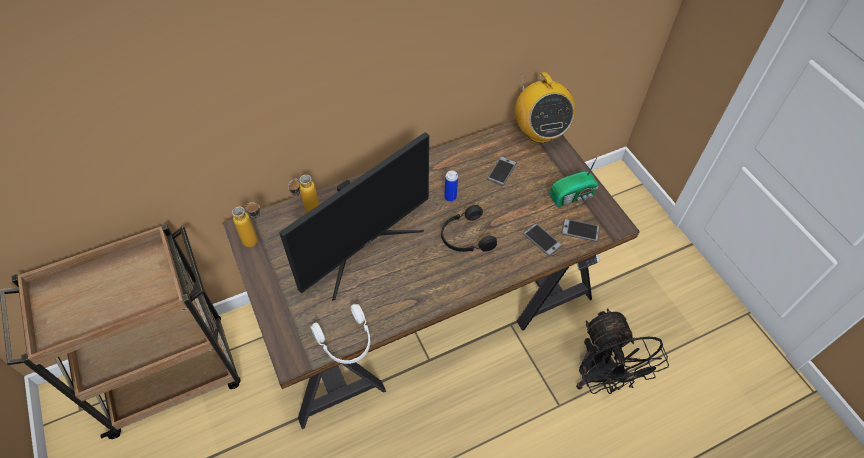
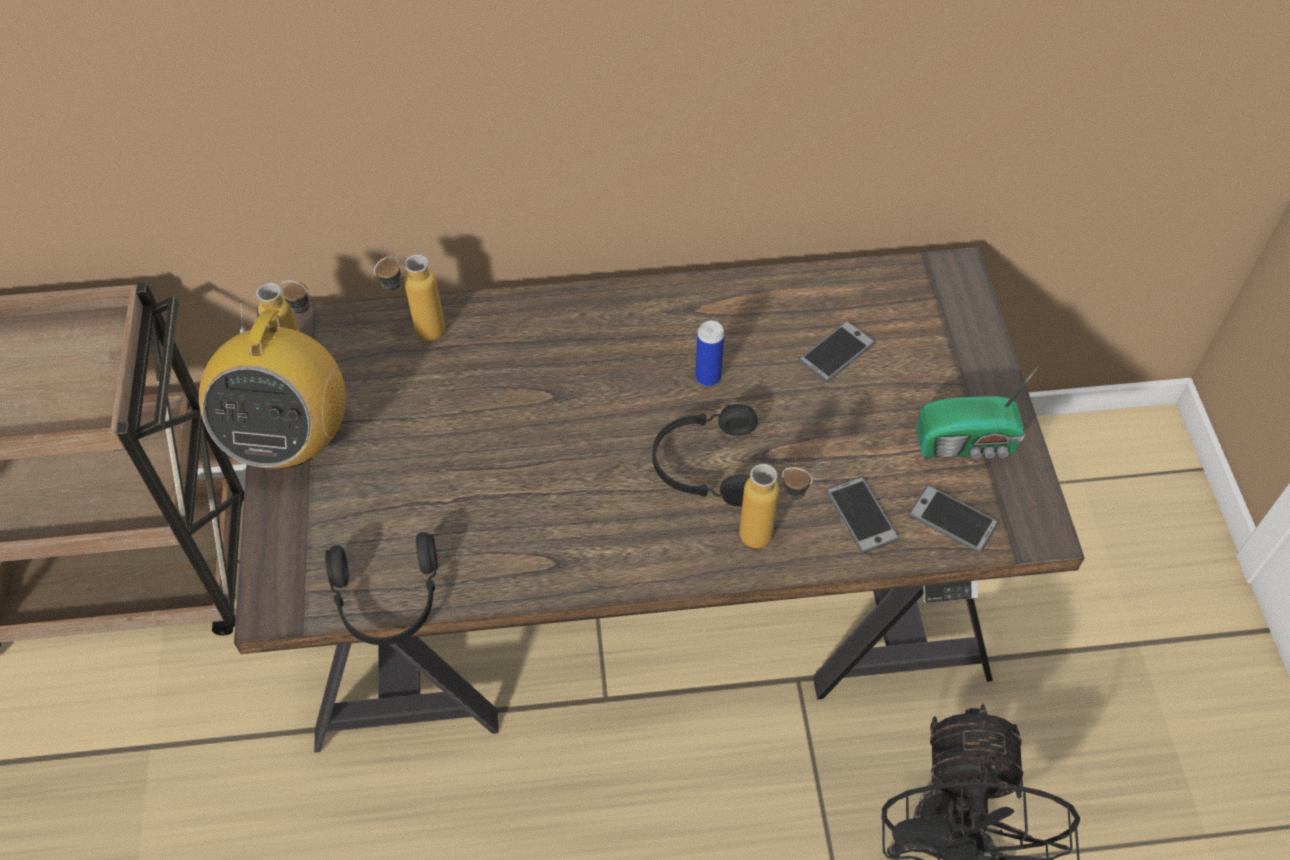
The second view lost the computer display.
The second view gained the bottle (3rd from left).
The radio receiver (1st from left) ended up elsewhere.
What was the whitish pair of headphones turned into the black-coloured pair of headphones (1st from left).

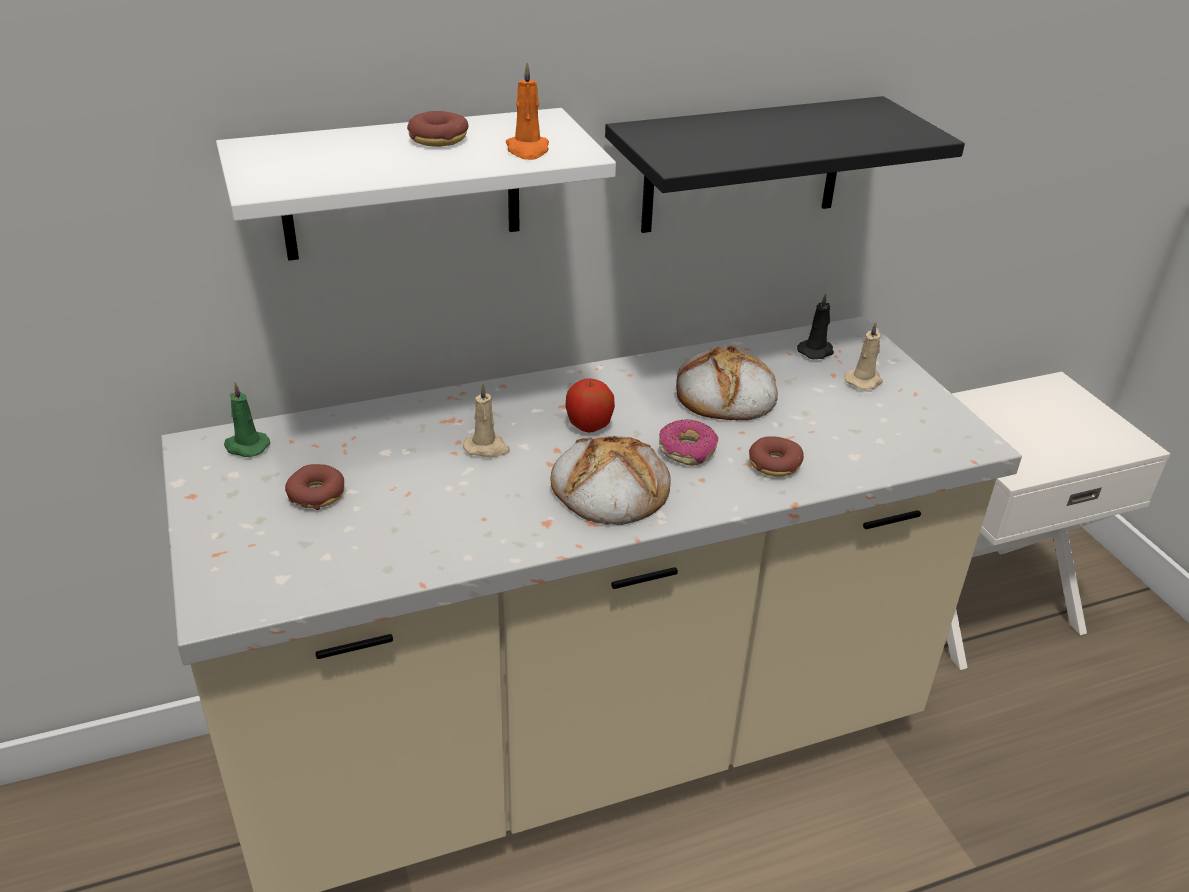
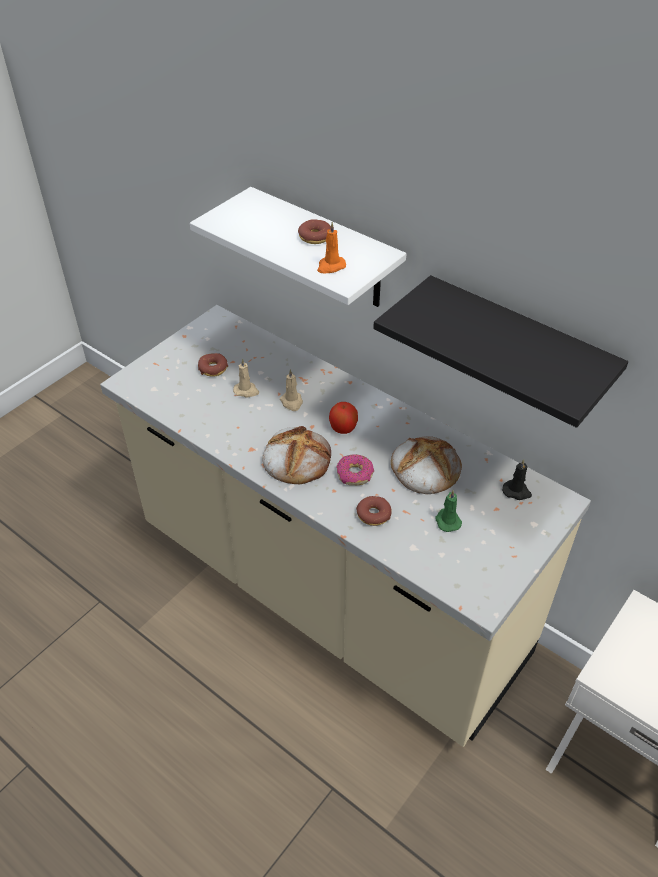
The green-coloured candle ended up elsewhere.
The sand-coloured candle (2nd from left in the first image) ended up elsewhere.

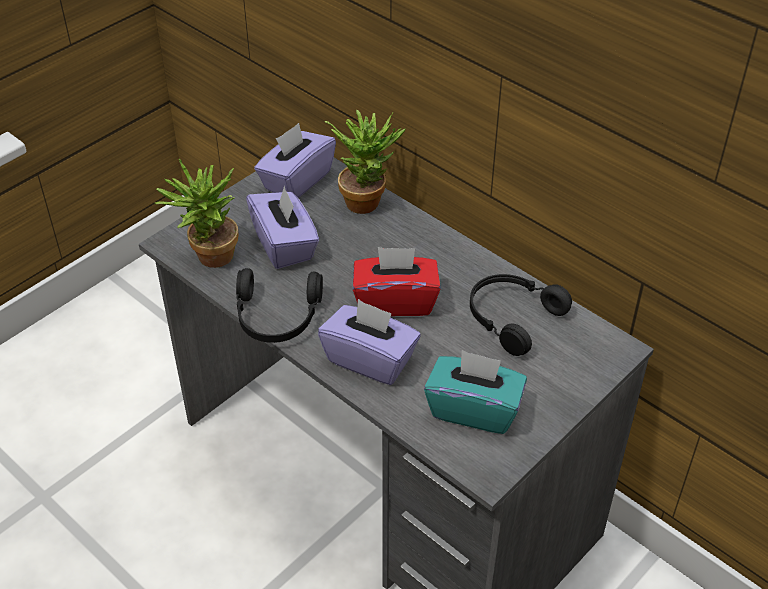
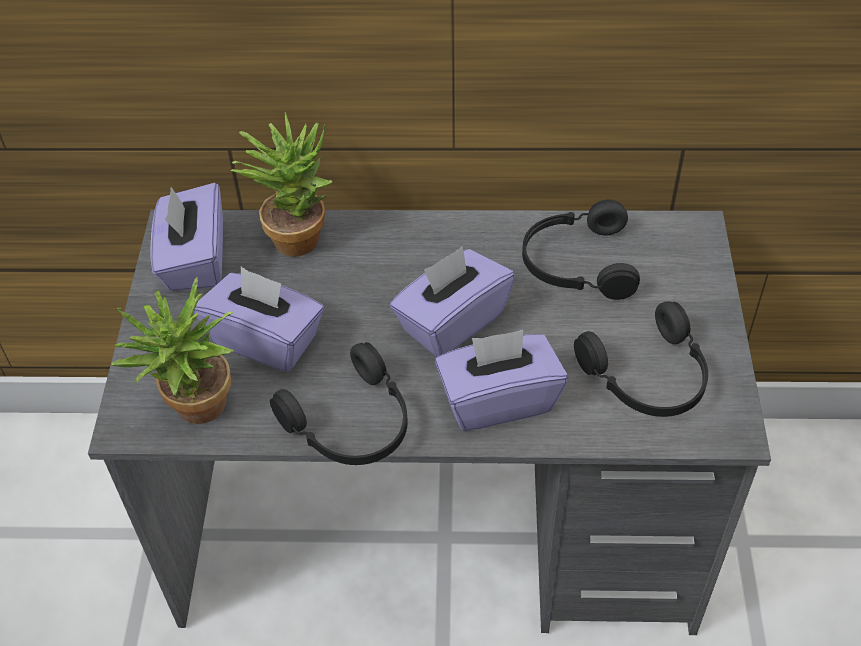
Where the turquoise tissue box stood, the black-coloured pair of headphones (3rd from left) came to stand.
What was the red-coloured tissue box turned into the purple tissue box (3rd from left).

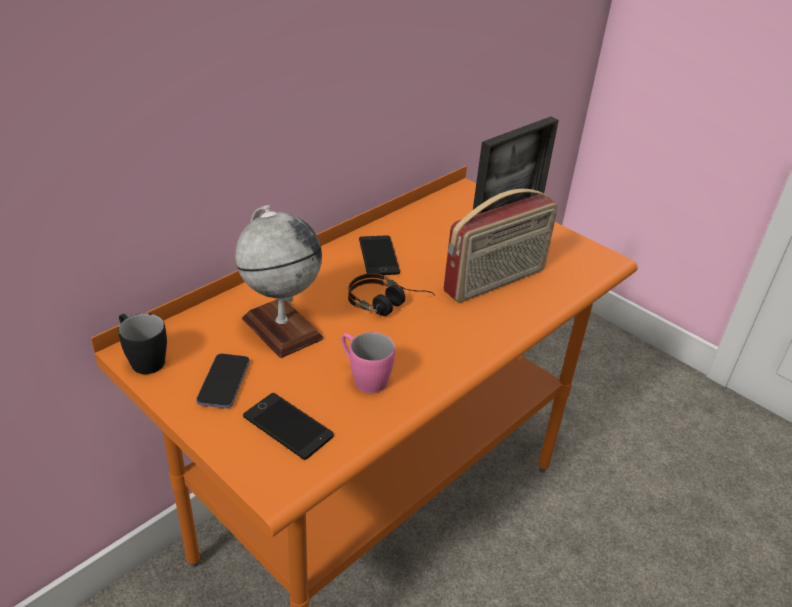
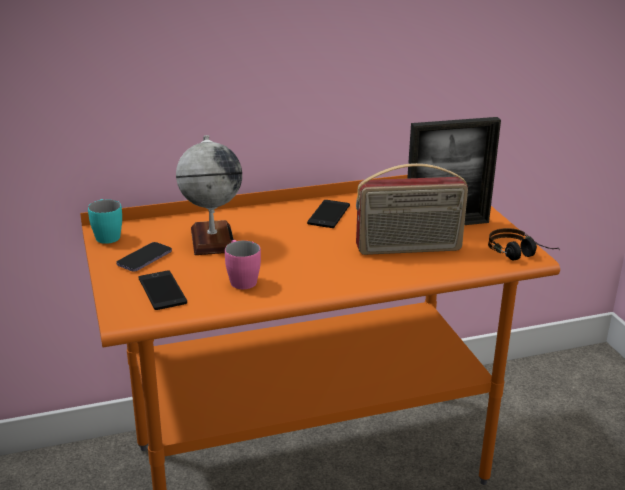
The pair of headphones ended up elsewhere.
What was the black-coloured tea mug turned into the turquoise tea mug.

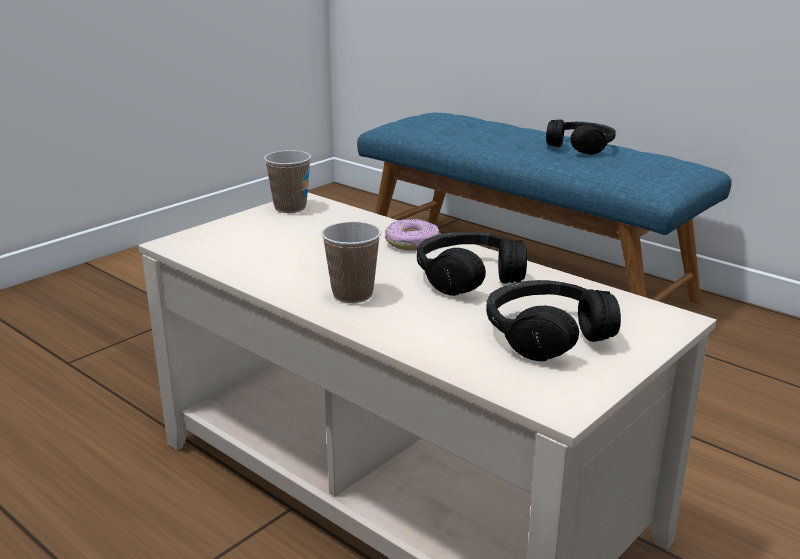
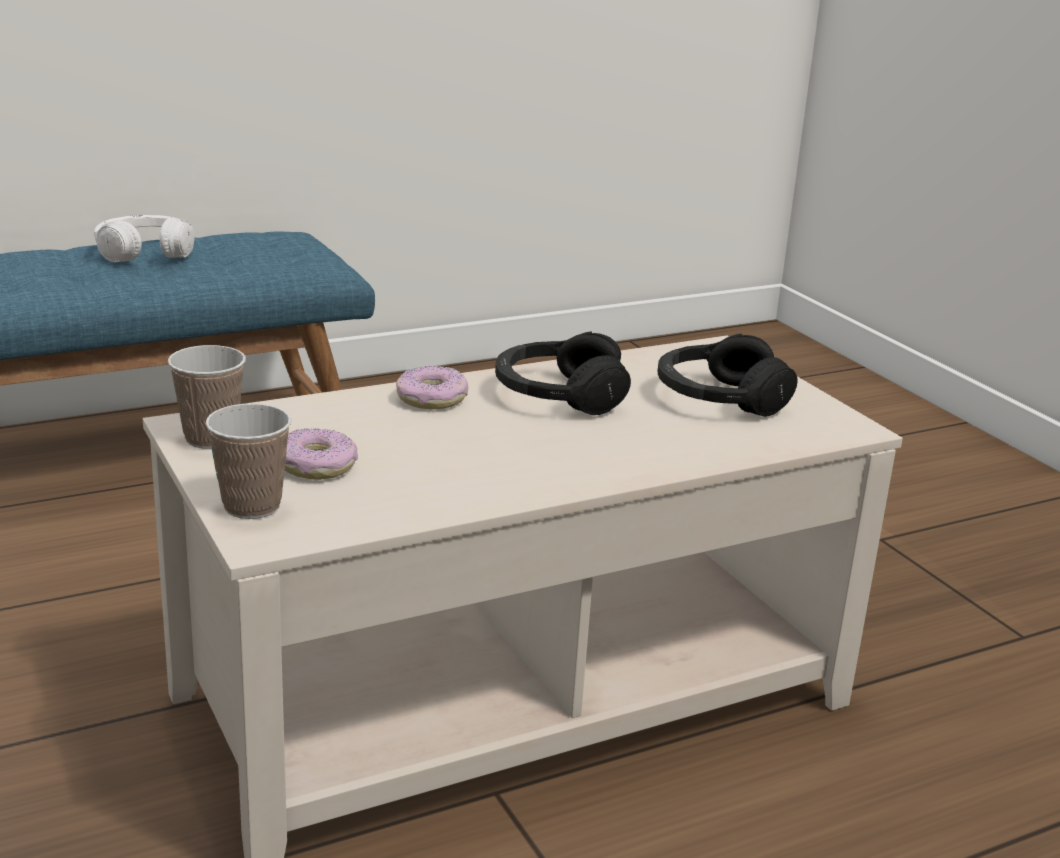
The second view gained the donut (1st from left).
The drinking cup (2nd from left) ended up elsewhere.
What was the black-coloured pair of headphones (3rd from left) turned into the whitish pair of headphones.

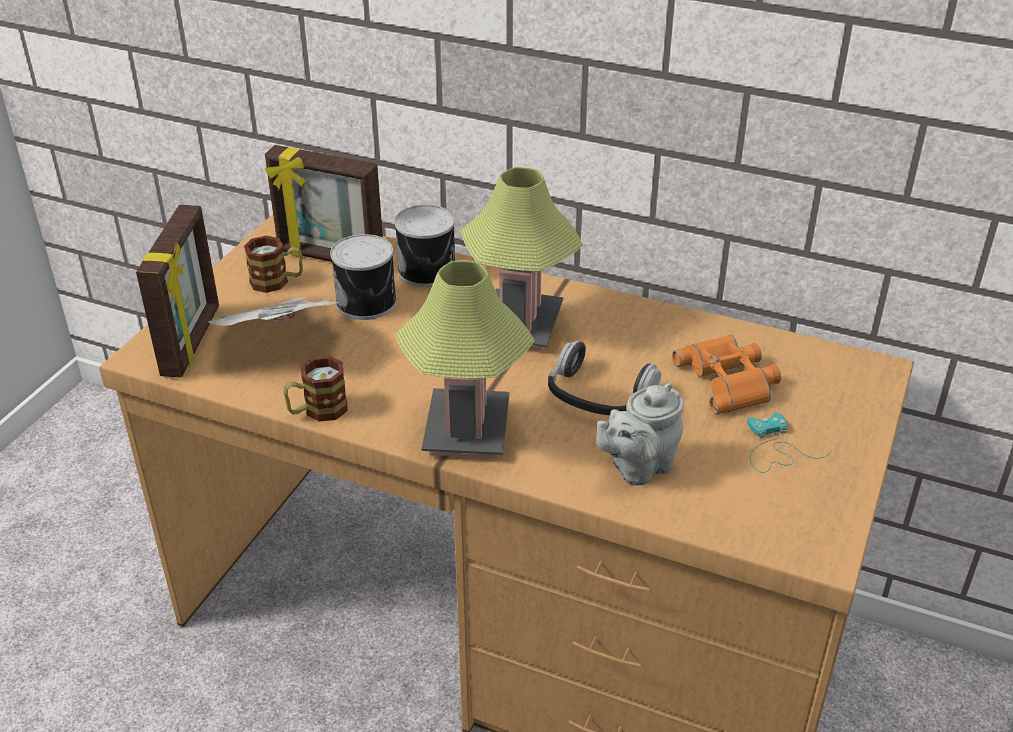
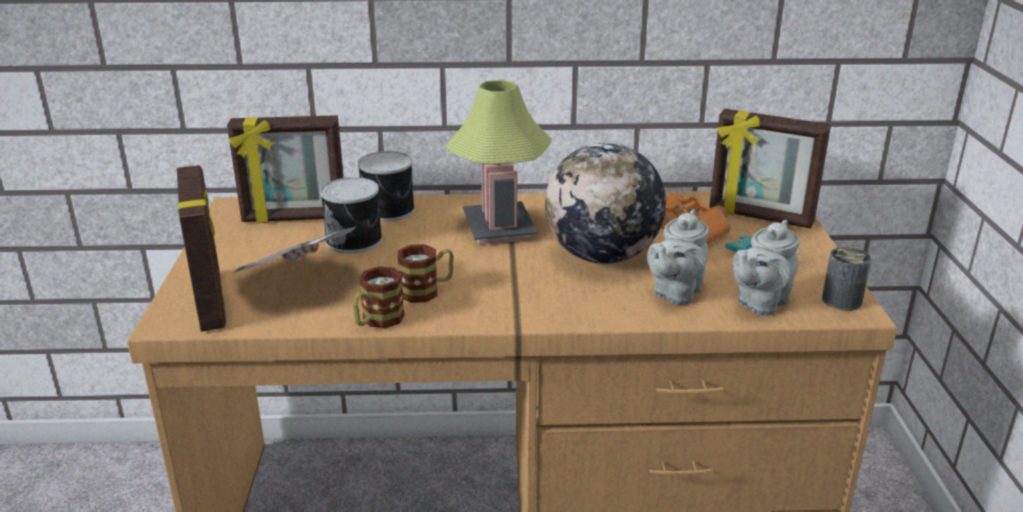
The second view lost the tabletop lamp (1st from left).
The second view gained the standing frame (3rd from left).
The second view gained the gray pot for tea (2nd from left).
The second view gained the sealed can (3rd from left).
The tea mug (1st from left in the first image) ended up elsewhere.
Where the pair of headphones stood, the world globe came to stand.

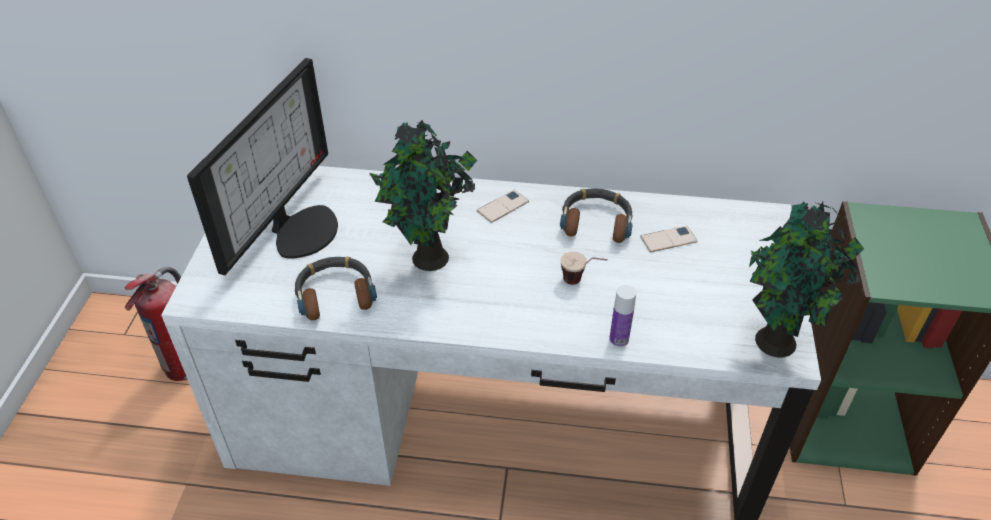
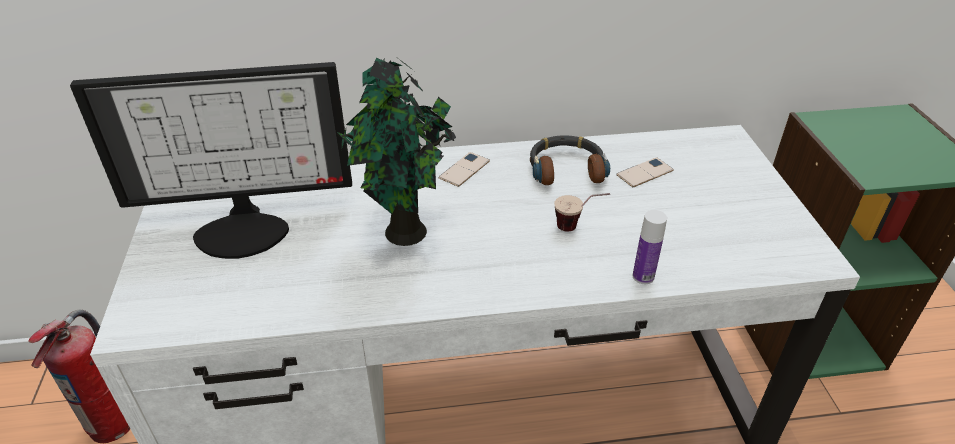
The second view lost the pair of headphones (1st from left).
The second view lost the plant in a pot (2nd from left).
The computer display ended up facing another way, 75 degrees clockwise from before.

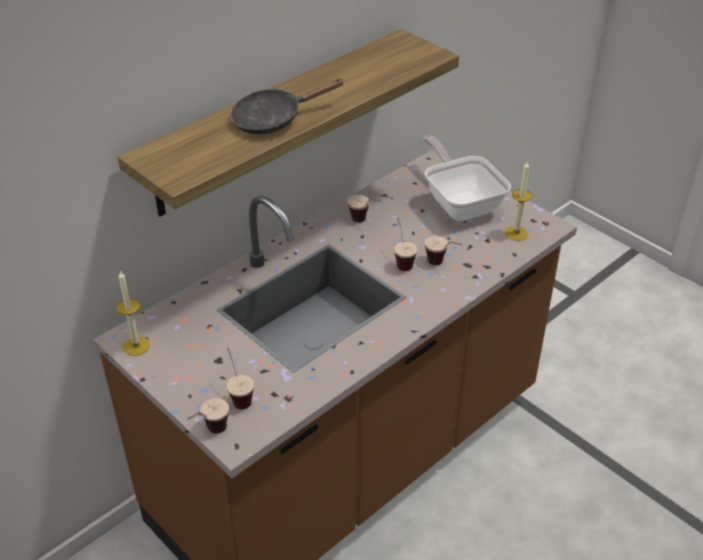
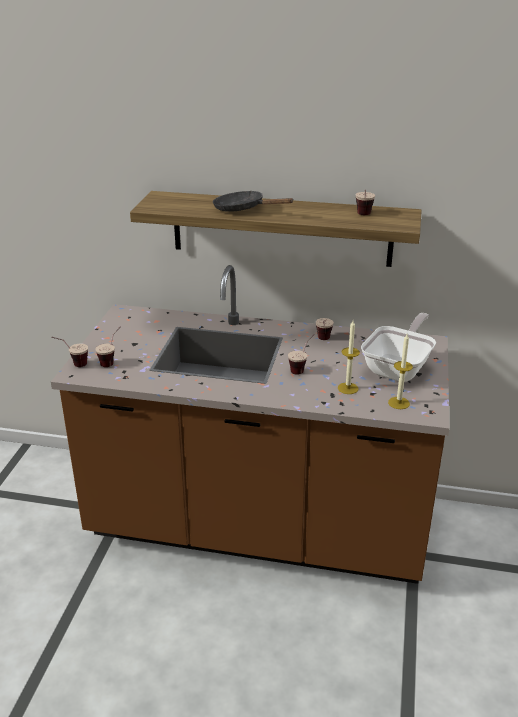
The candle (1st from left) ended up elsewhere.
The drinking cup (5th from left) ended up elsewhere.

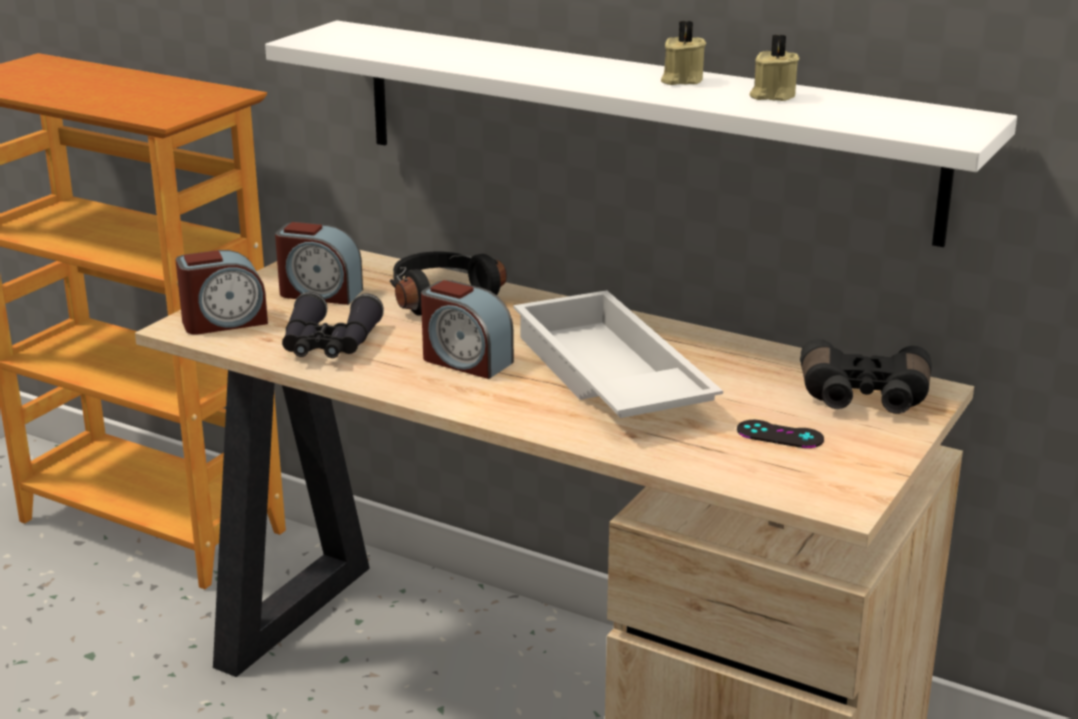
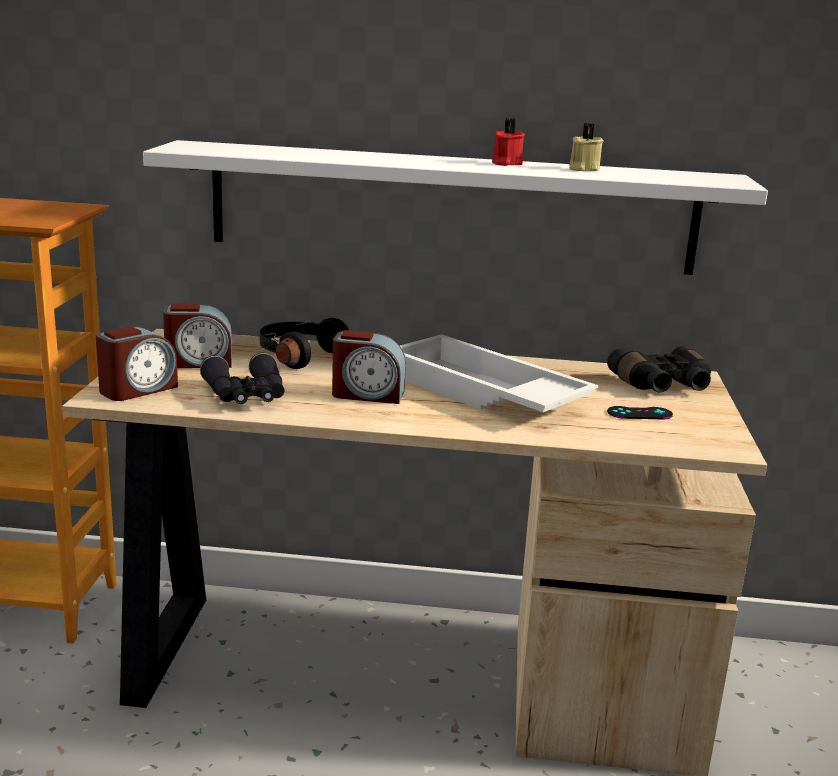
What was the sand-coloured candle (1st from left) turned into the red-coloured candle.

